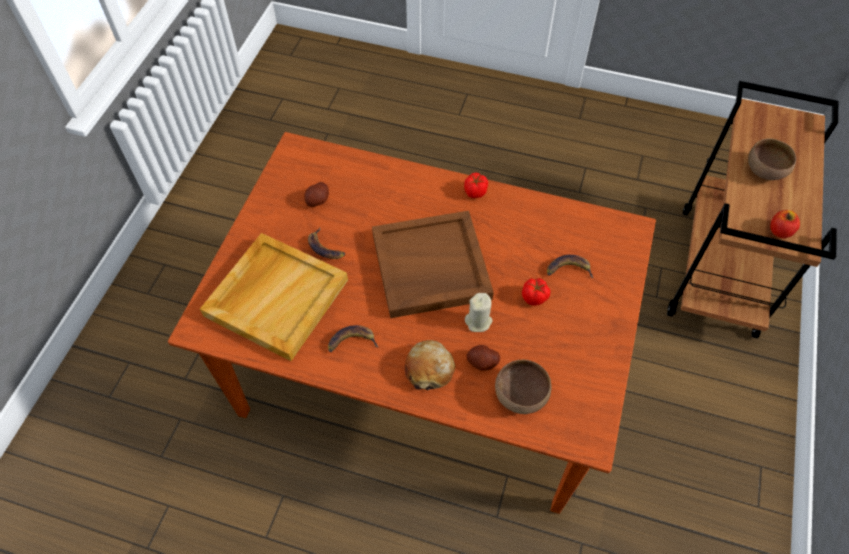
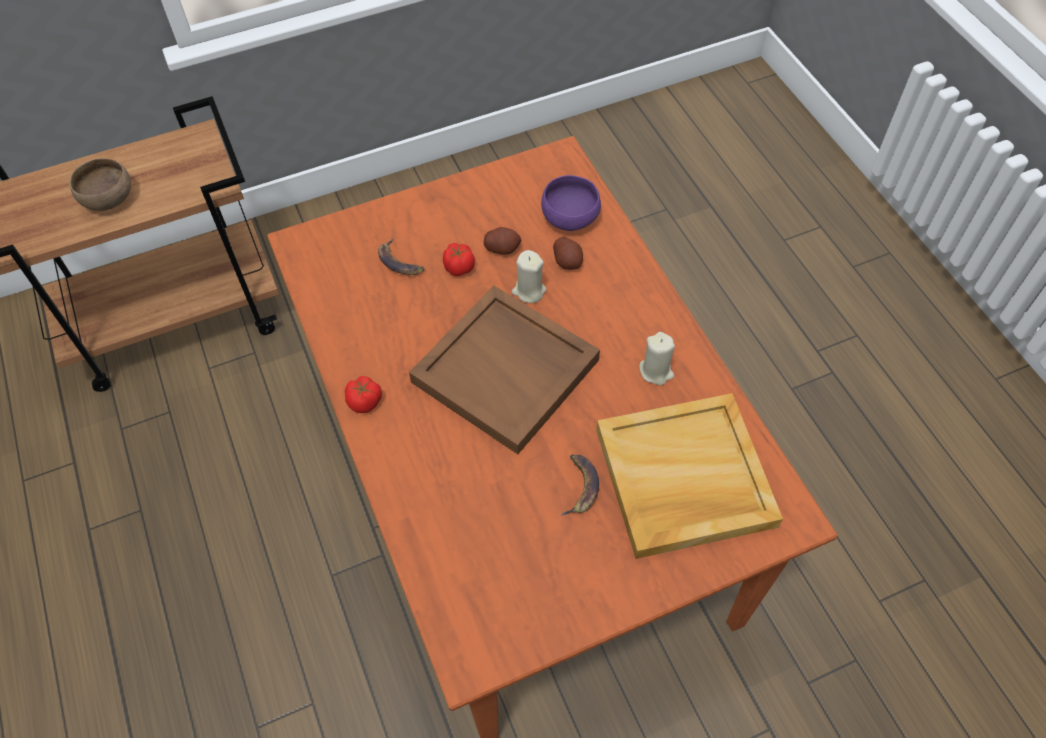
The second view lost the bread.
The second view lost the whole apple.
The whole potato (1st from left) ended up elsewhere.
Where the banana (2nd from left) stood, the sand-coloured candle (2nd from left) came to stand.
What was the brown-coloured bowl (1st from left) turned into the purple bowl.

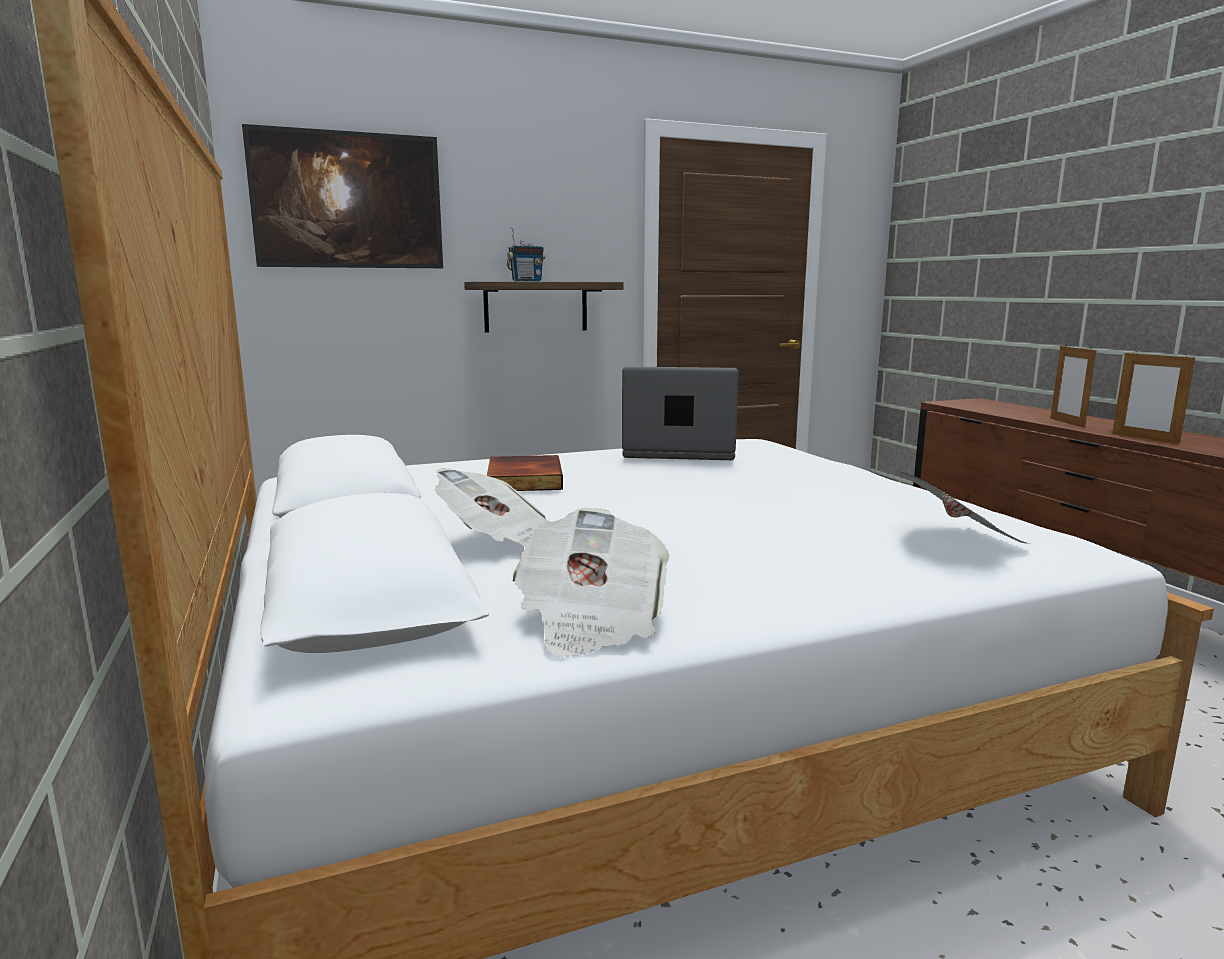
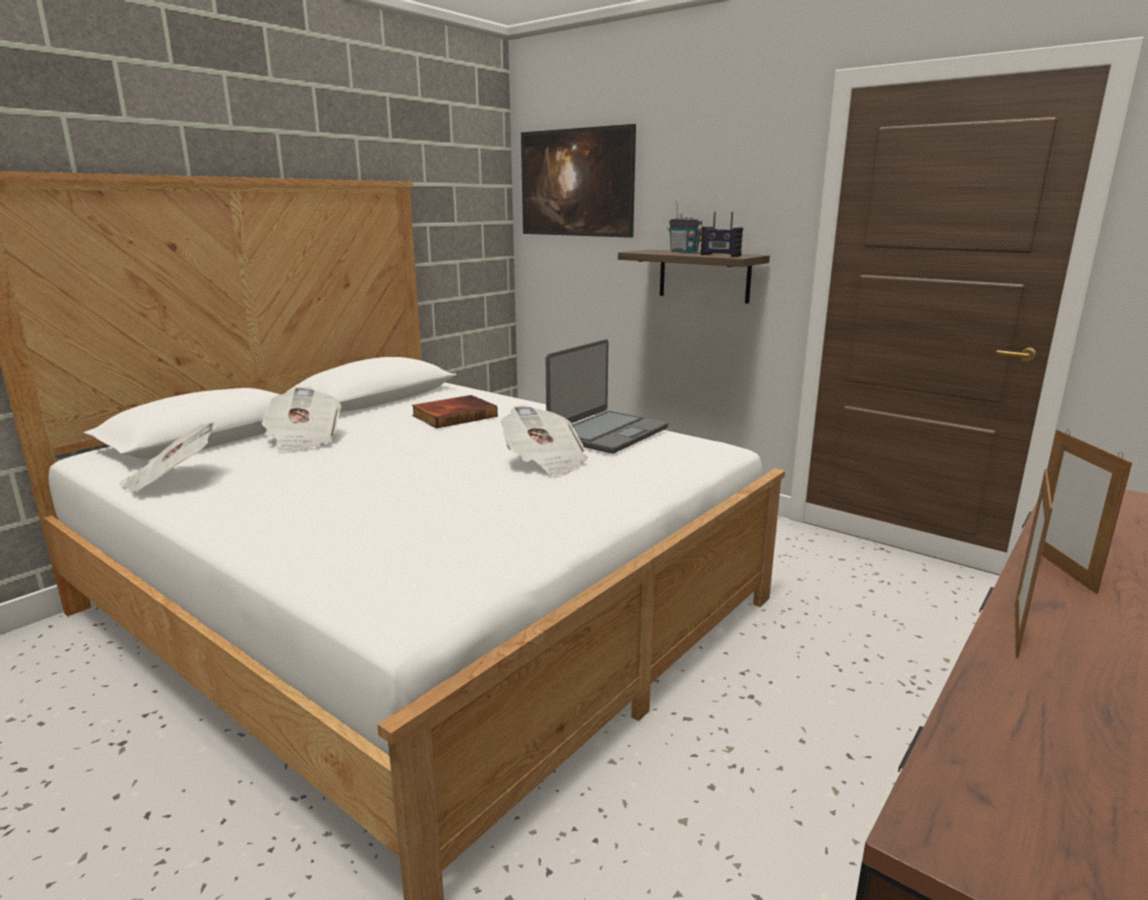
The second view gained the radio receiver (2nd from left).
The printed paper (3rd from left) ended up elsewhere.
The notebook computer ended up facing another way, 60 degrees clockwise from before.
The standing frame (1st from left in the first image) ended up facing another way, 60 degrees counterclockwise from before.

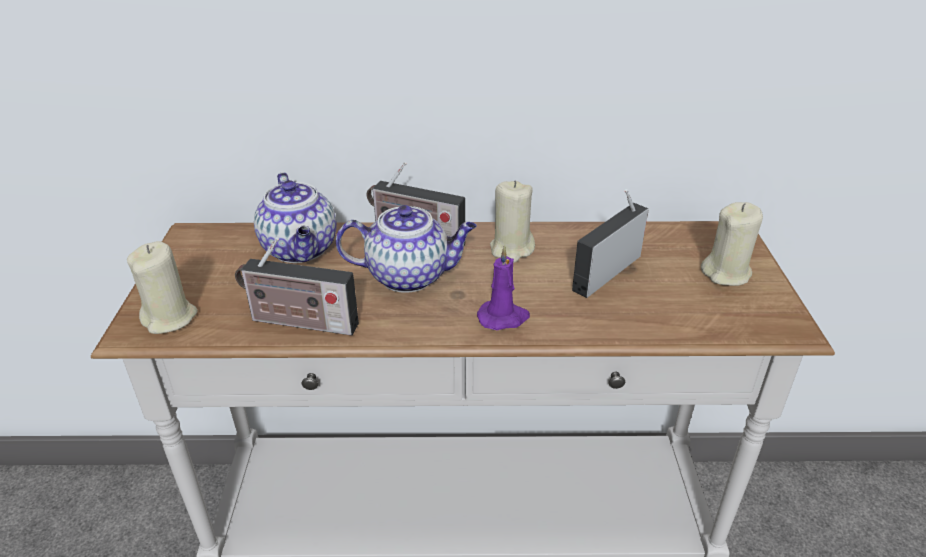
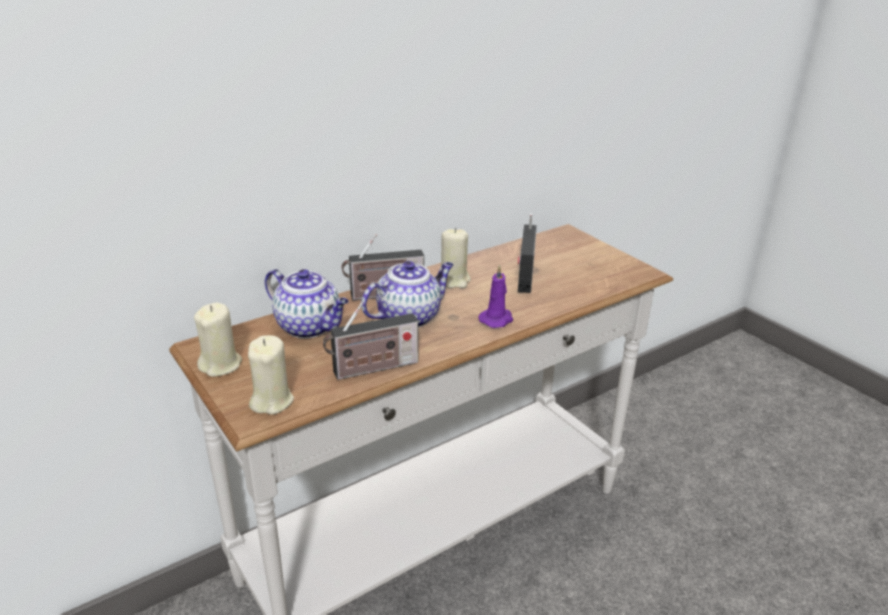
The sand-coloured candle (3rd from left in the first image) ended up elsewhere.

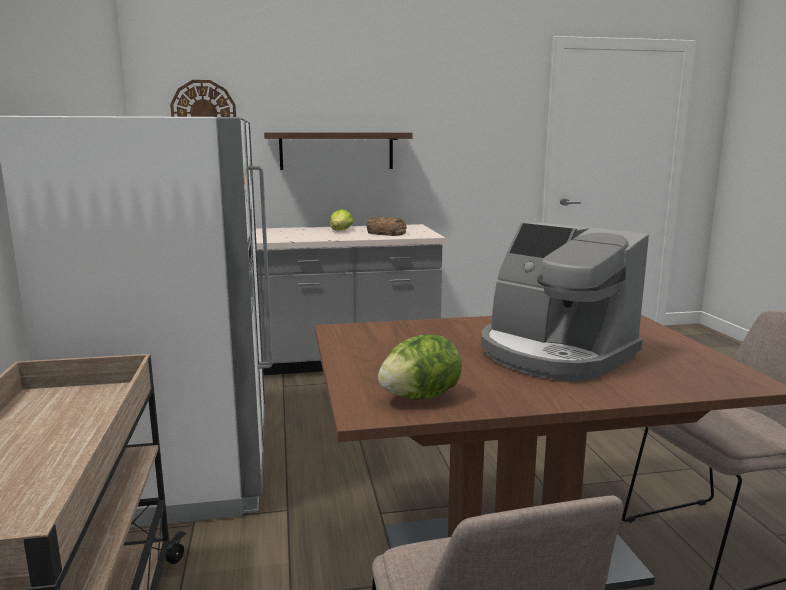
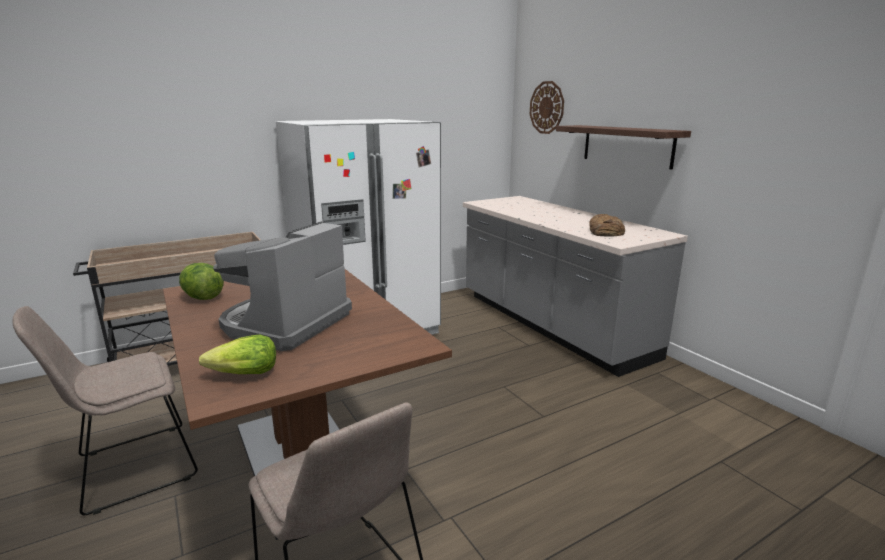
The head of lettuce (1st from left in the first image) ended up elsewhere.

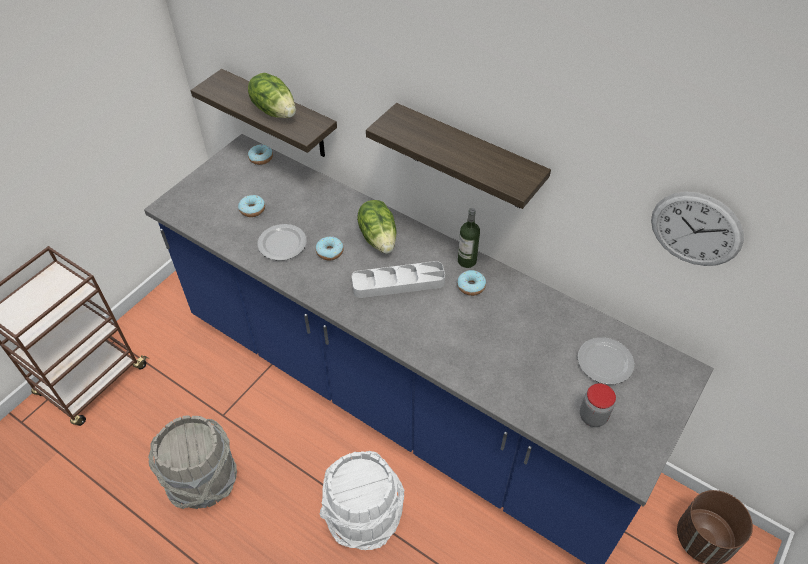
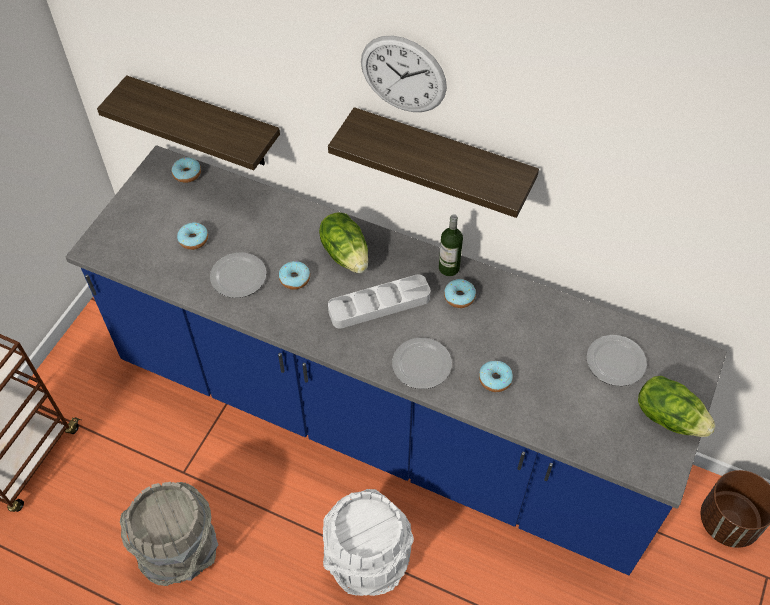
The second view lost the preserve jar.
The second view gained the flat dish (2nd from left).
The second view gained the donut (5th from left).
The head of lettuce (1st from left in the first image) ended up elsewhere.
The clock on the wall ended up elsewhere.

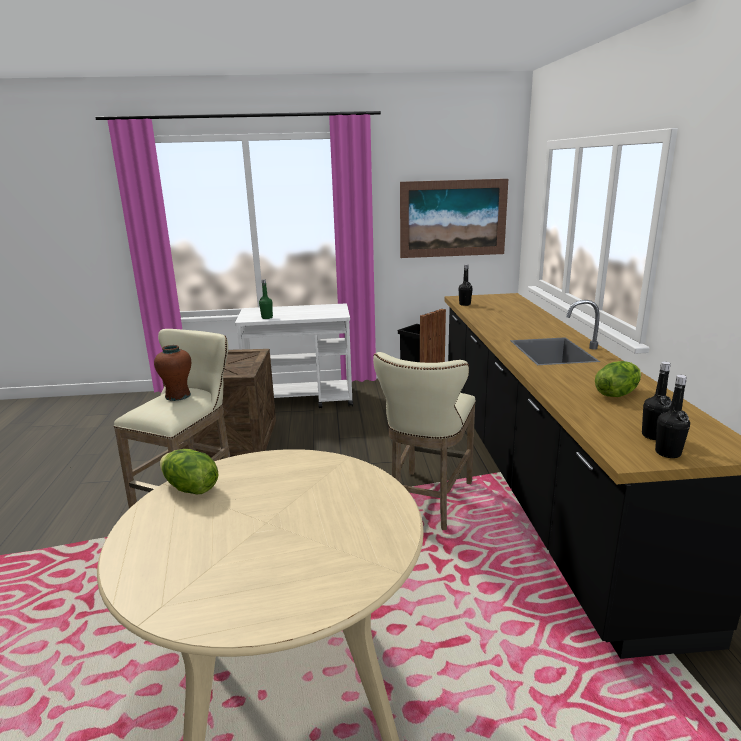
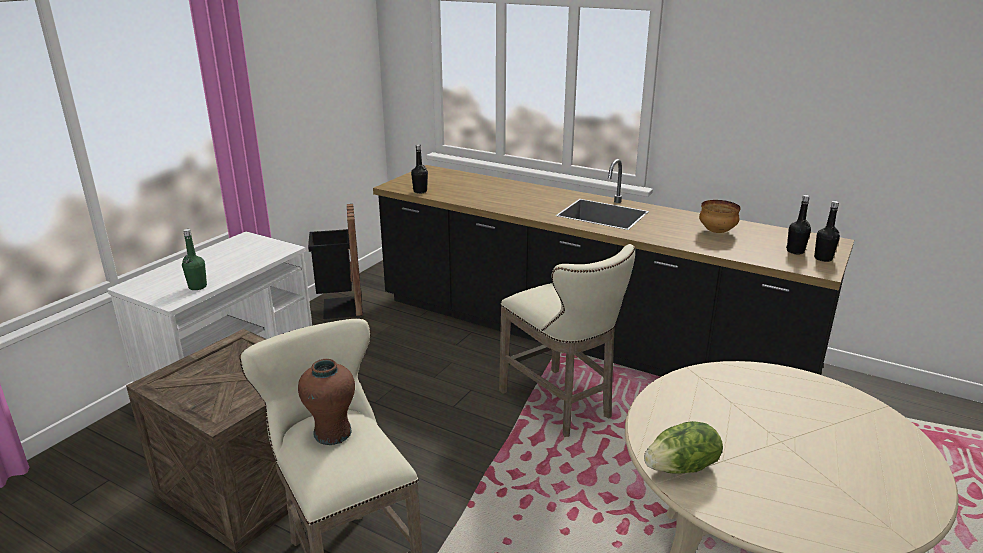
The second view lost the picture.
Where the head of lettuce (2nd from left) stood, the bowl came to stand.

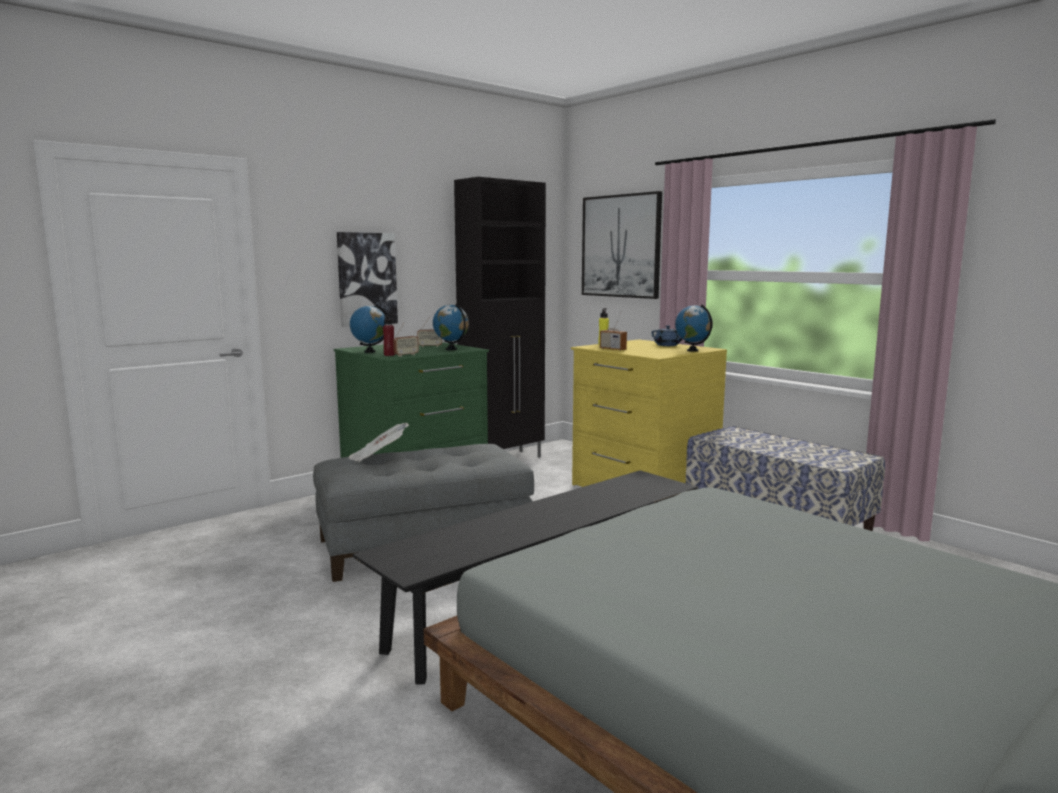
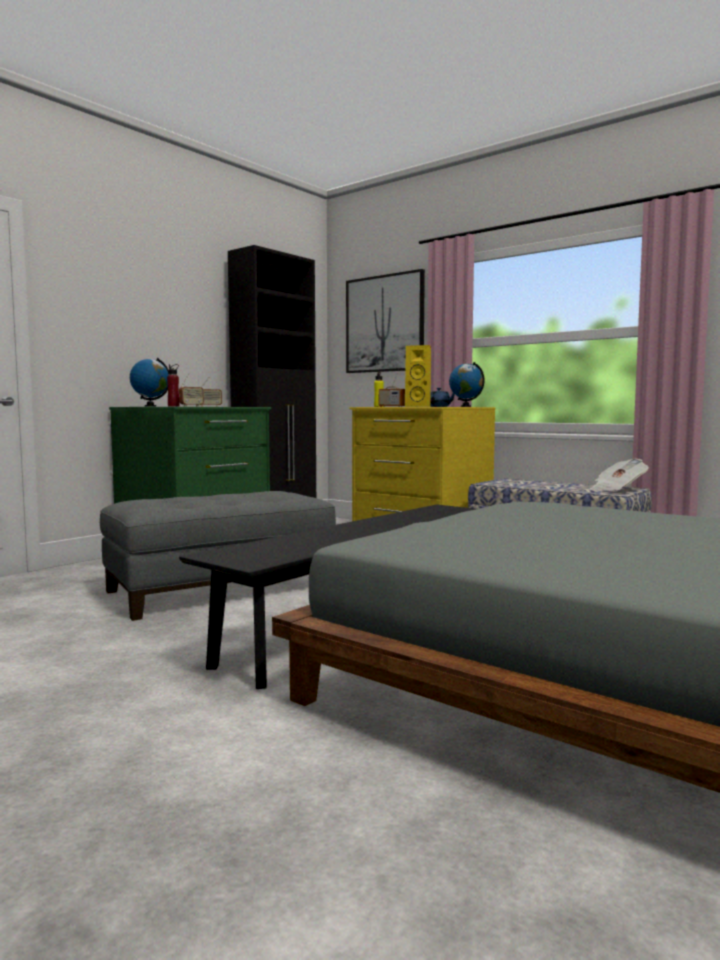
The second view lost the picture (1st from left).
The second view lost the world globe (2nd from left).
The second view gained the yellowish speaker.
The printed paper ended up elsewhere.

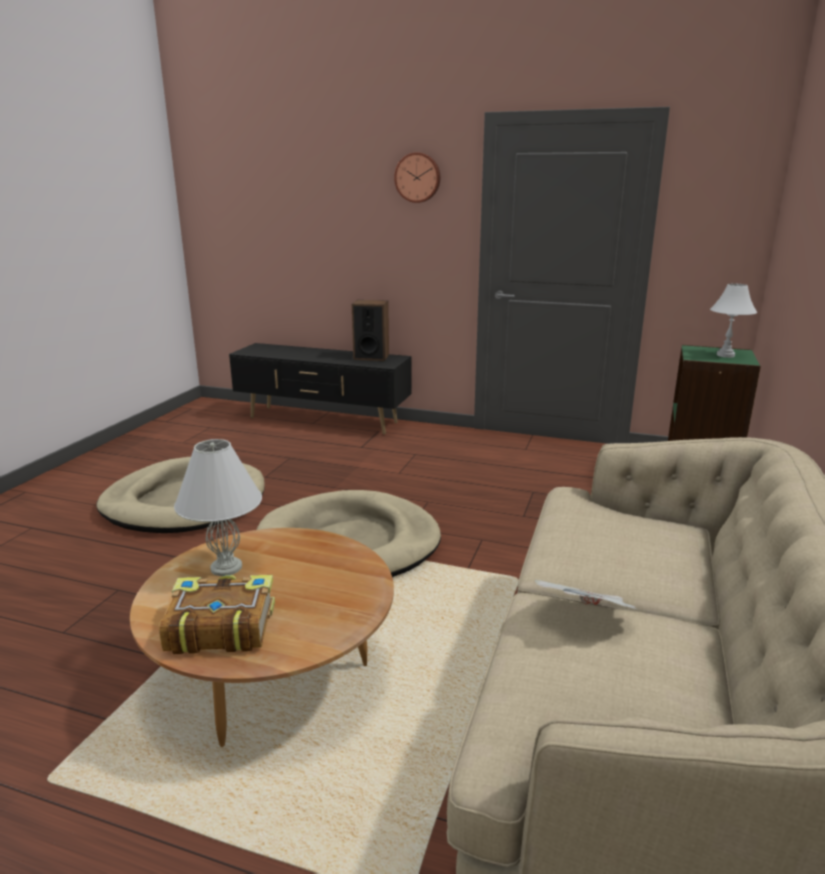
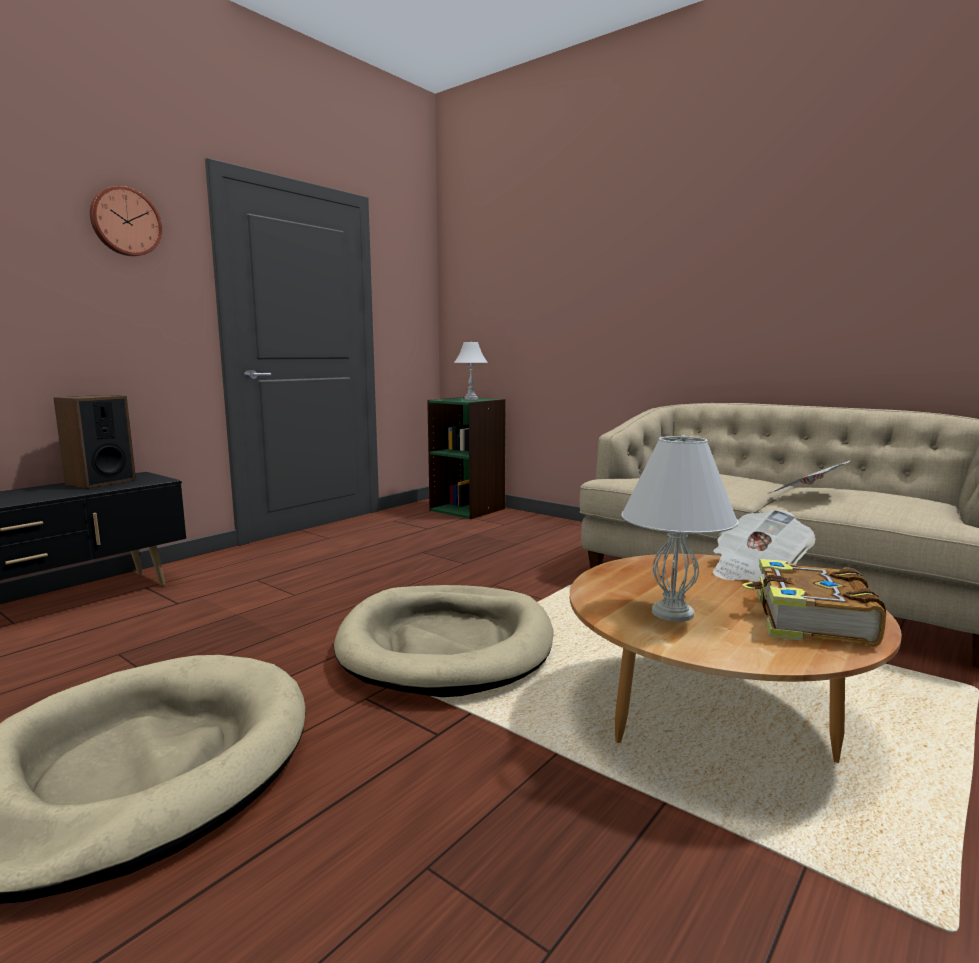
The second view gained the printed paper (1st from left).

